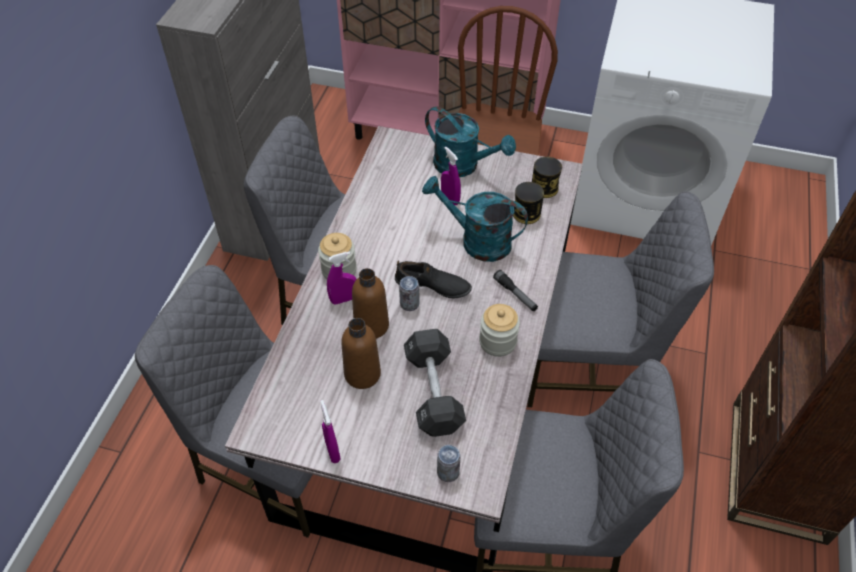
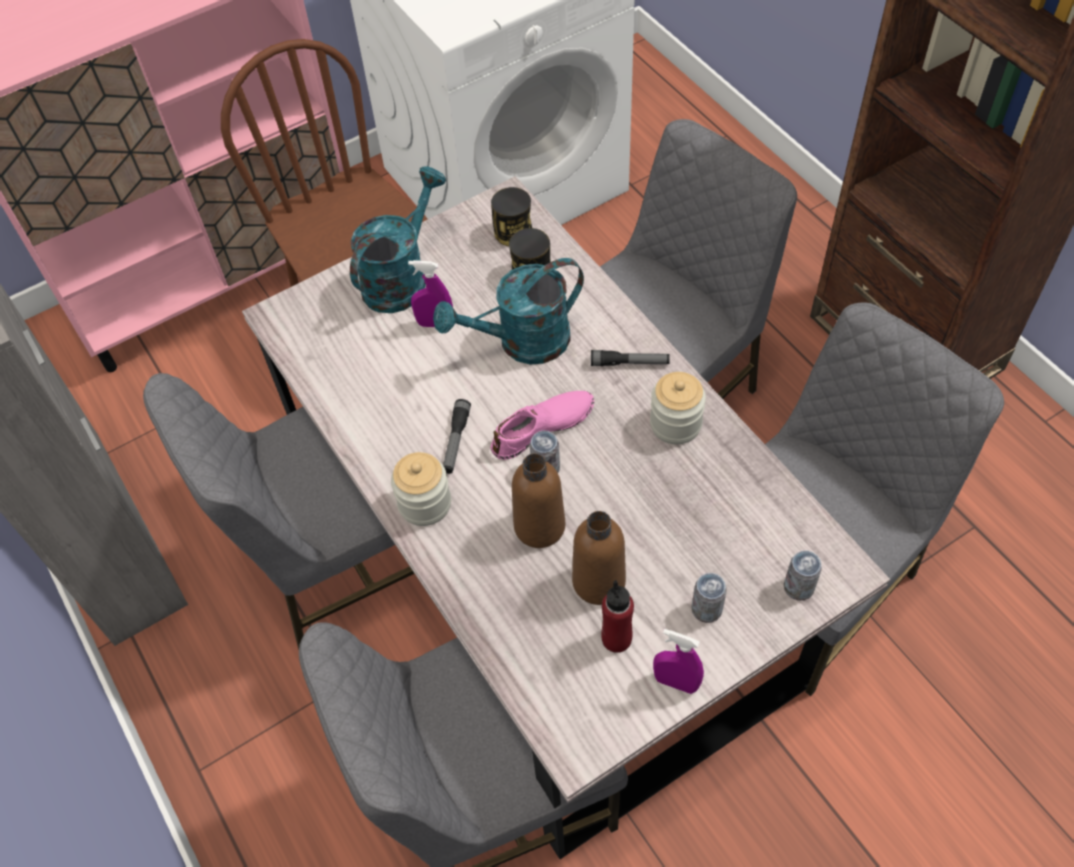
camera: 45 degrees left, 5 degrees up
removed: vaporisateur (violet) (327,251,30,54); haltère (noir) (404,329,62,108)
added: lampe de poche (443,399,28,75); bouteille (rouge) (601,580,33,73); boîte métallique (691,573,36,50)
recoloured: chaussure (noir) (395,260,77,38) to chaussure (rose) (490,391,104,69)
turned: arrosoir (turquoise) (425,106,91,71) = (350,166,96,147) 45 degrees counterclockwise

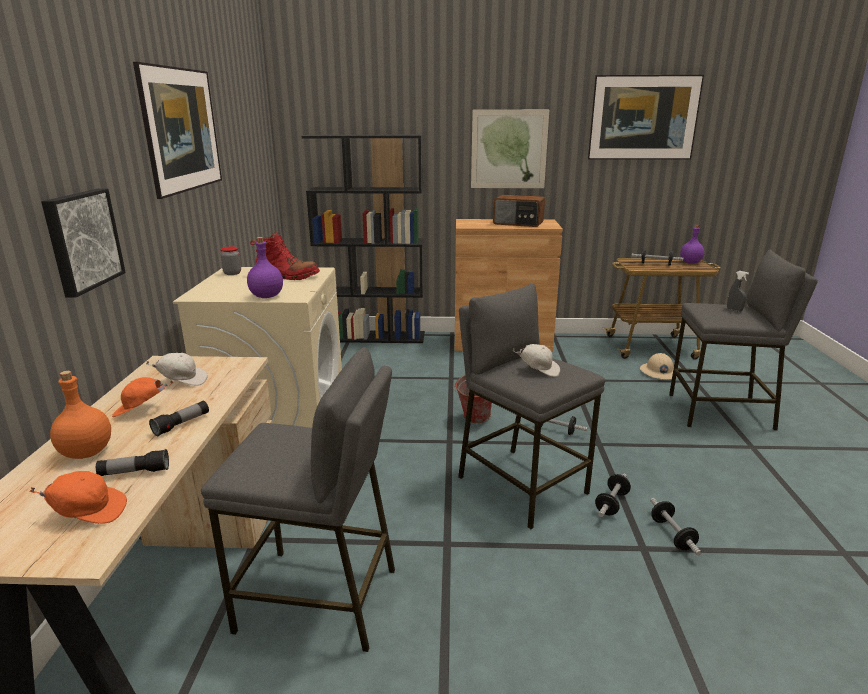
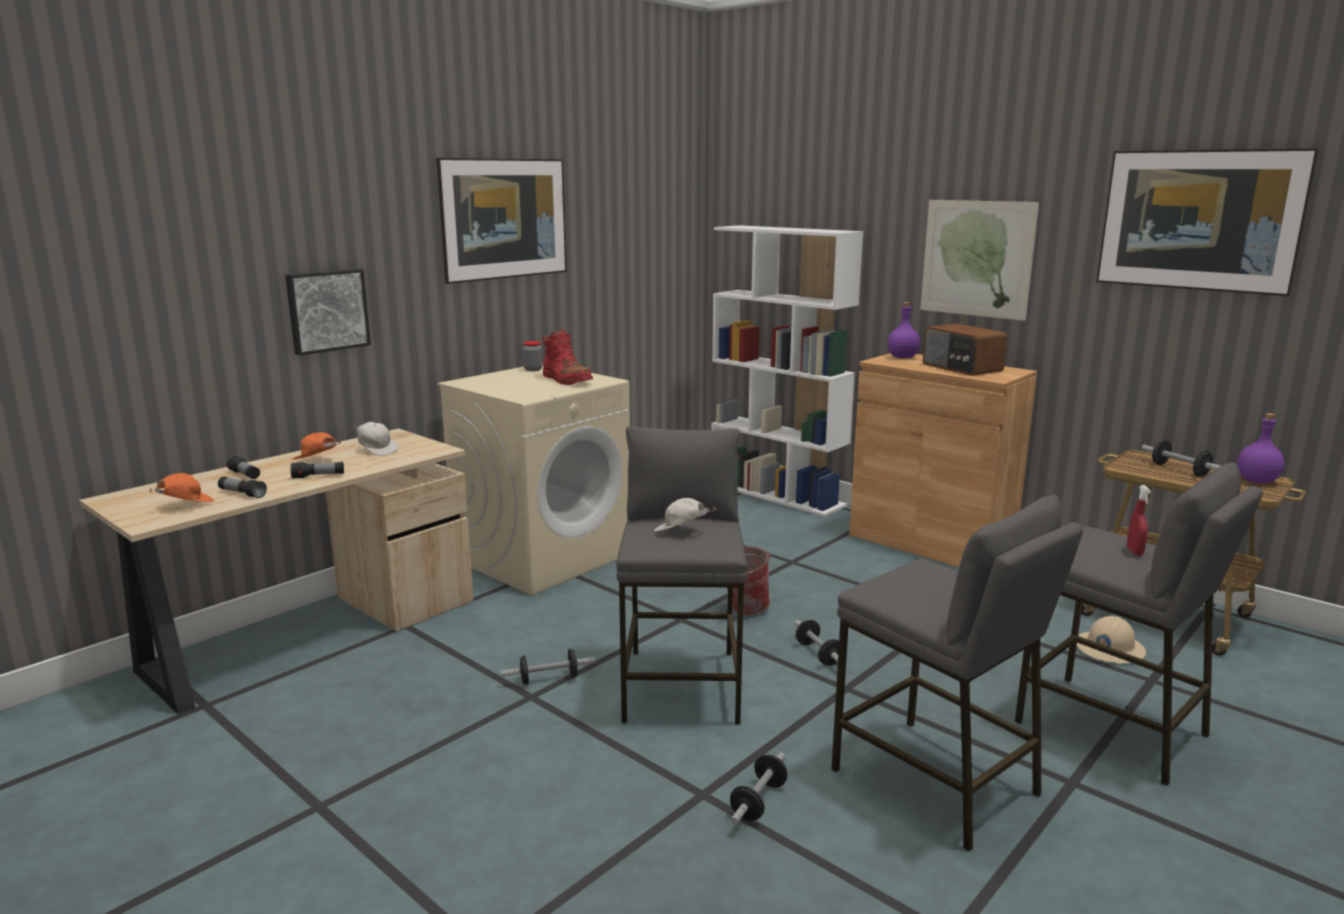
camera: 40 degrees right, 5 degrees down
moved: tabouret (gris) (201,347,194,305) to (831,495,252,357); bouteille (violet) (247,237,36,61) to (888,302,32,56); haltère (595,474,36,43) to (501,649,94,36)
replaced: bouteille (orange) (50,371,61,88) to lampe de poche (226,455,34,24)
recoloured: bibliothèque (noir) (302,134,123,209) to bibliothèque (blanc) (711,225,152,292); vaporisateur (gris) (727,271,22,41) to vaporisateur (rouge) (1127,485,24,71)
turned: casquette (orange) (29,471,98,53) = (149,473,65,29) 90 degrees counterclockwise; casquette (blanc) (512,344,48,33) = (654,498,62,34) 135 degrees clockwise

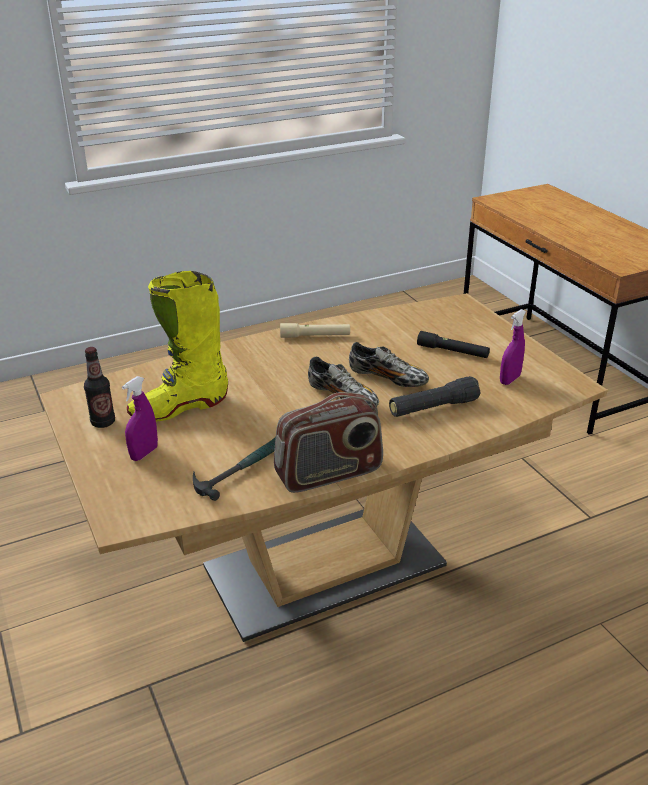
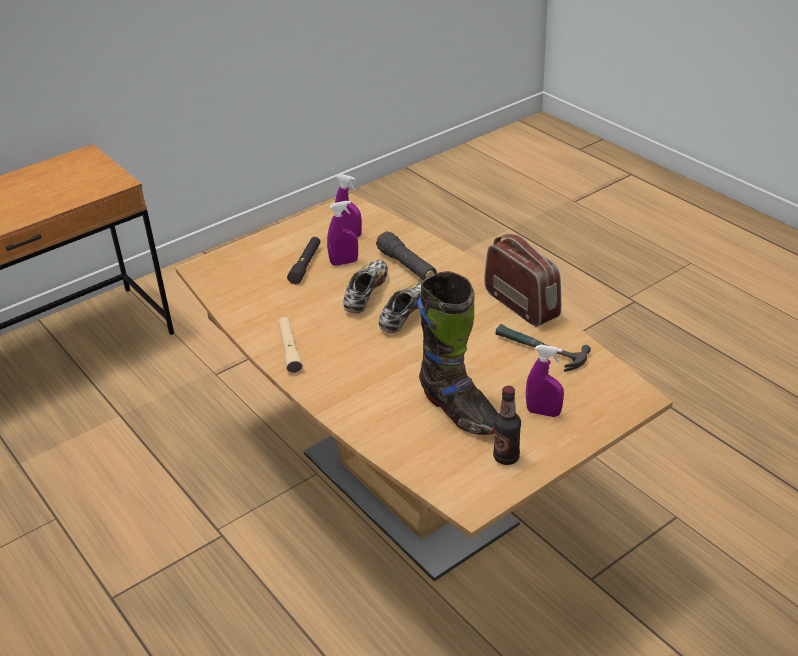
camera: 100 degrees left, 5 degrees up
added: vaporisateur (violet) (327,201,31,65)
recoloured: botte (jaune) (127,271,101,150) to botte (noir) (418,271,80,164)

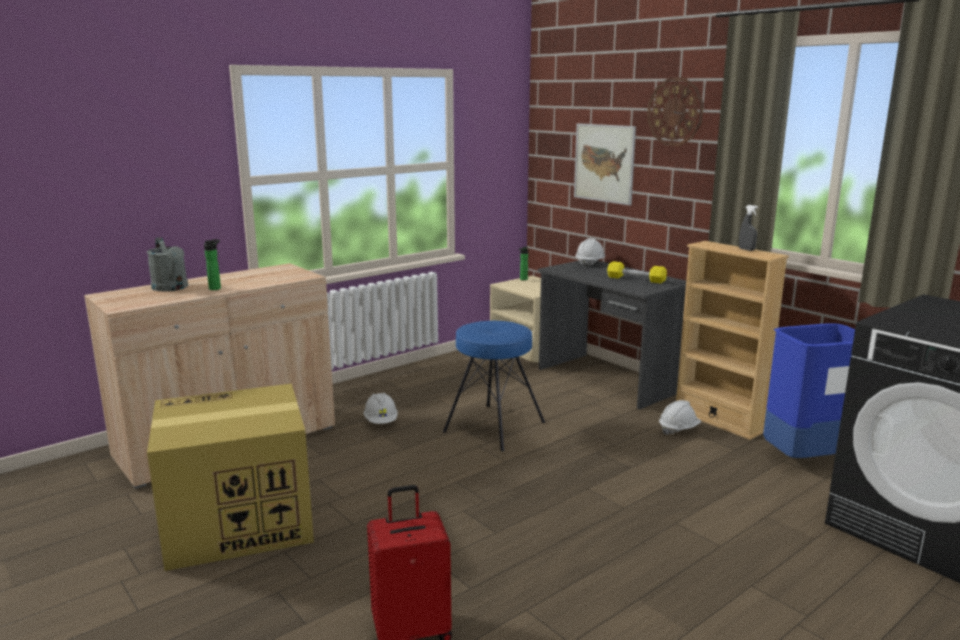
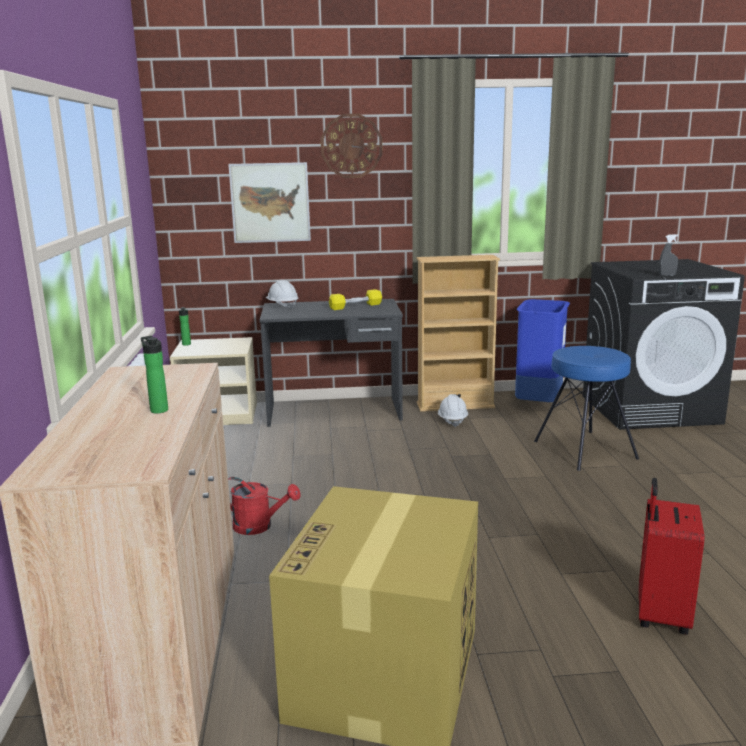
camera: 55 degrees left, 0 degrees up
removed: arrosoir (gris) (147,237,41,54)
moved: tabouret (bleu) (443,321,102,130) to (534,346,105,125); vaporisateur (gris) (739,205,19,46) to (659,234,20,42)
replaced: casque de chantier (blanc) (363,393,35,31) to arrosoir (rouge) (228,477,73,58)

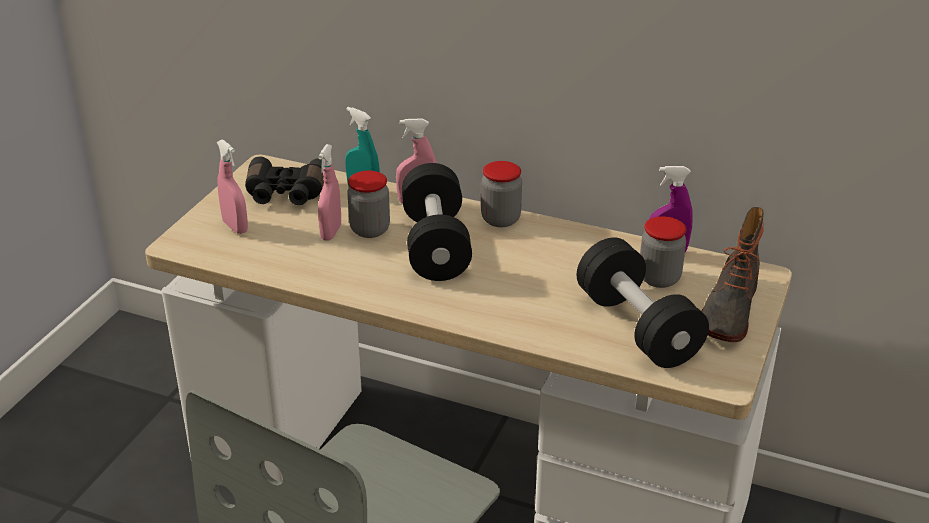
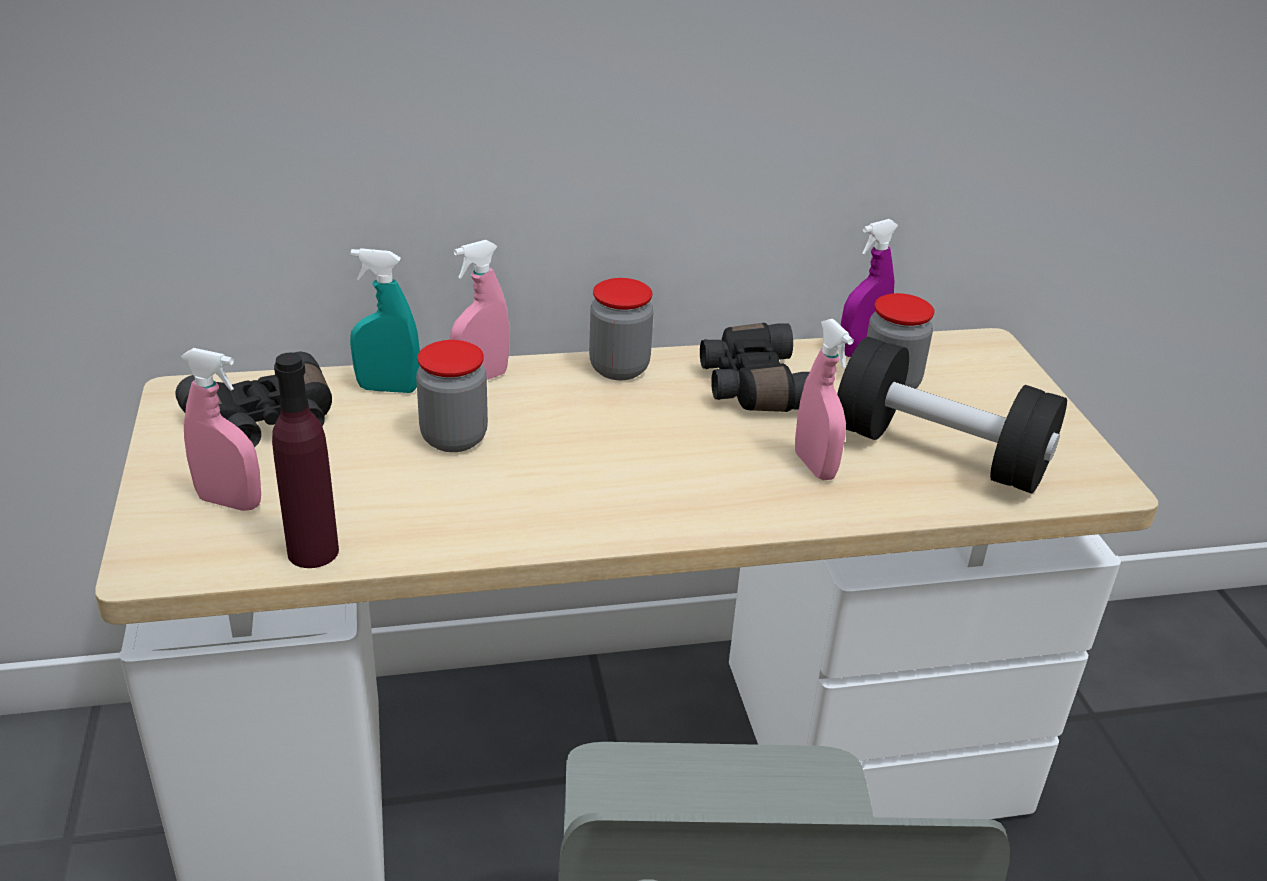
camera: 35 degrees left, 0 degrees up
removed: haltère (noir) (402,163,70,118); botte (701,207,63,135)
added: bouteille (violet) (272,352,67,216); jumelles (noir) (700,323,110,89)
moved: vaporisateur (rose) (318,144,23,97) to (795,319,59,161)

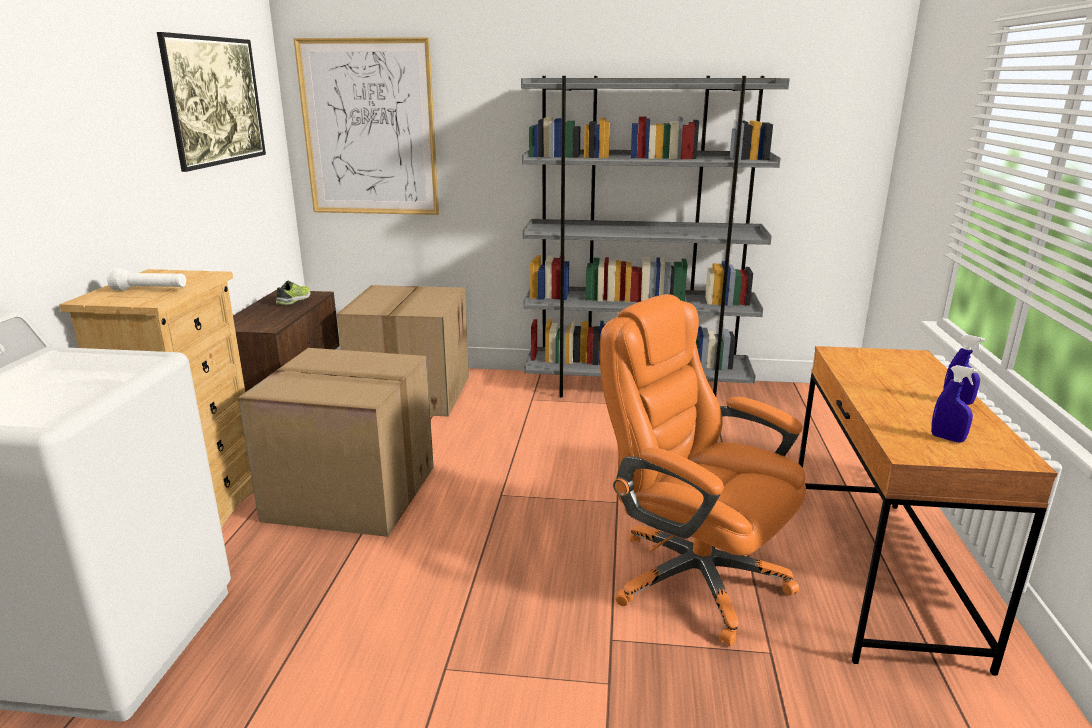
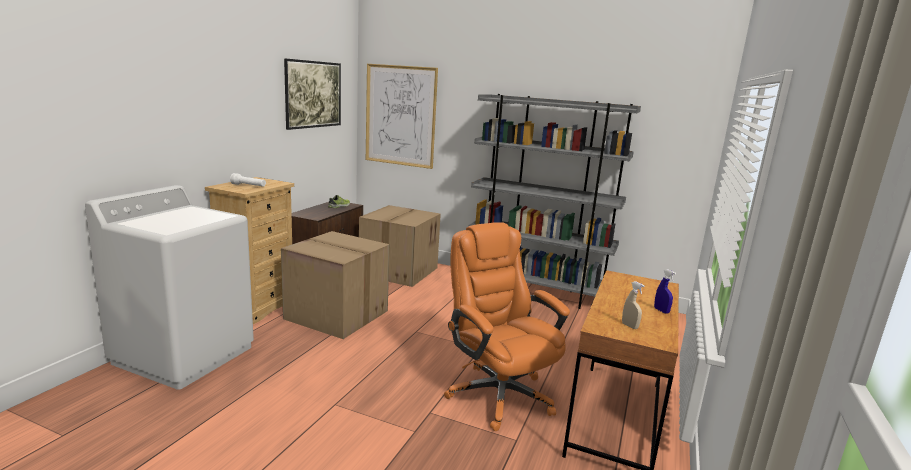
camera: 15 degrees right, 5 degrees down
recoloured: vaporisateur (bleu) (931,365,48,78) to vaporisateur (beige) (622,281,23,48)

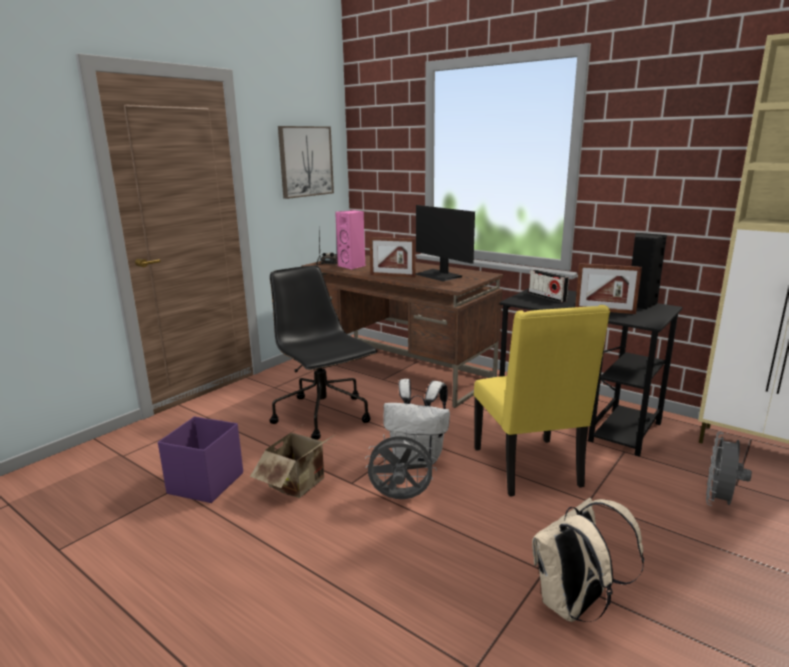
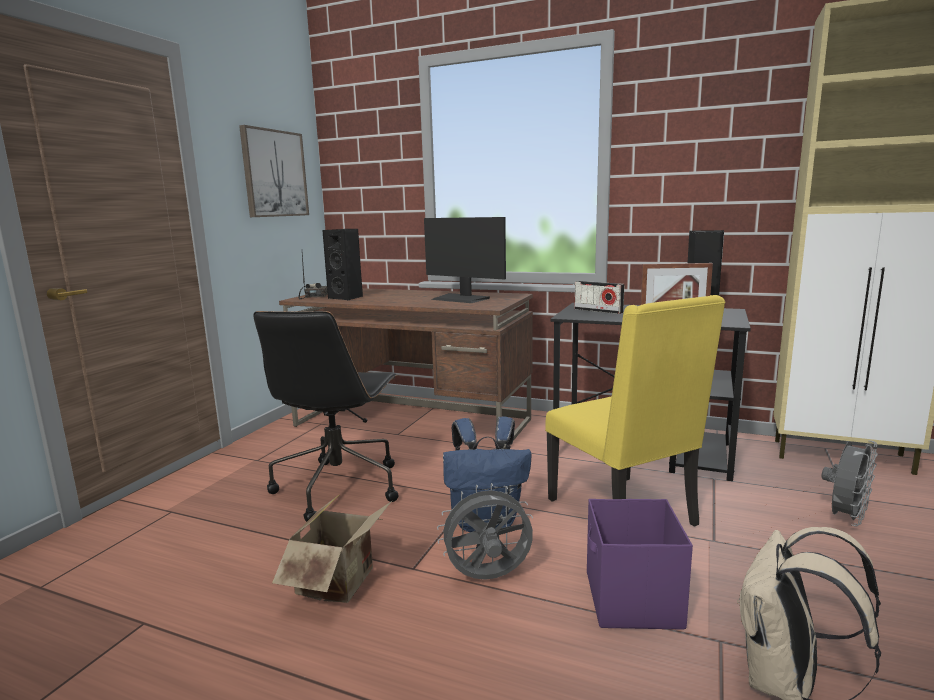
camera: 15 degrees left, 5 degrees down
removed: cadre photo (369,237,47,41)
moved: boîte de rangement (violet) (158,416,85,87) to (587,499,106,131)
recoloured: enceinte (rose) (335,210,30,60) to enceinte (noir) (322,229,41,71); sac à dos (blanc) (383,379,67,86) to sac à dos (bleu) (443,416,89,116)
turned: chaise de bureau (noir) (269,265,109,175) = (253,311,146,211) 120 degrees counterclockwise; ventilateur (gris) (706,431,46,75) = (821,440,57,86) 150 degrees counterclockwise

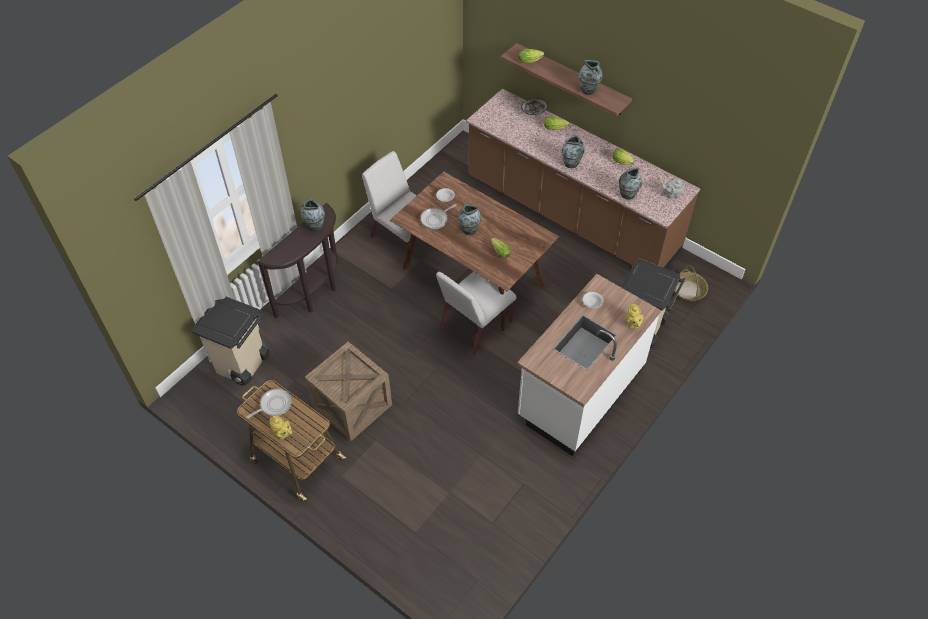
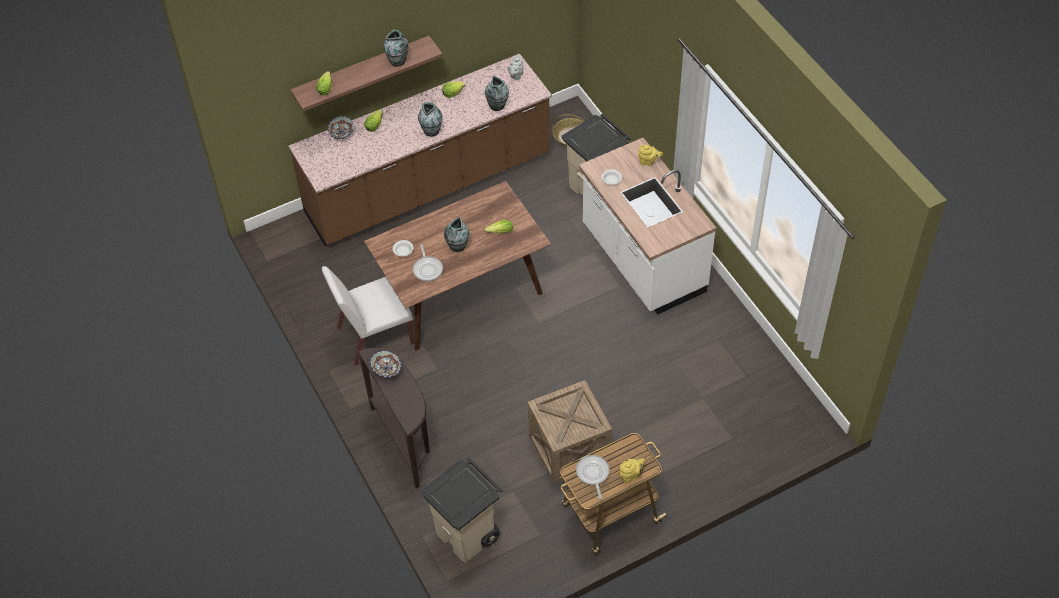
camera: 65 degrees left, 0 degrees up
removed: chaise (blanc) (436,271,80,85)
replaced: vase (301,199,24,32) to bol (370,351,32,27)

